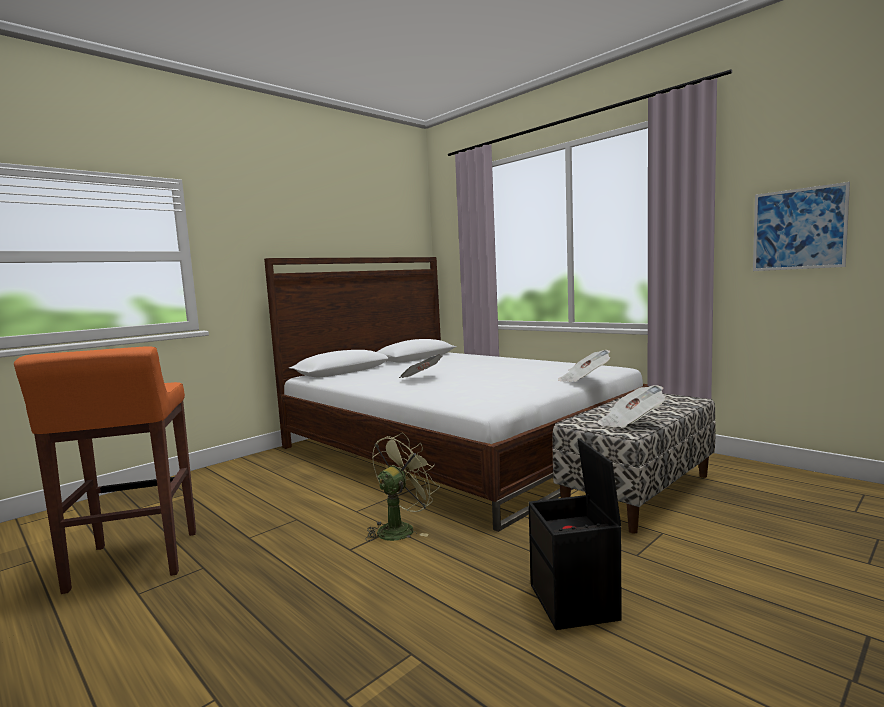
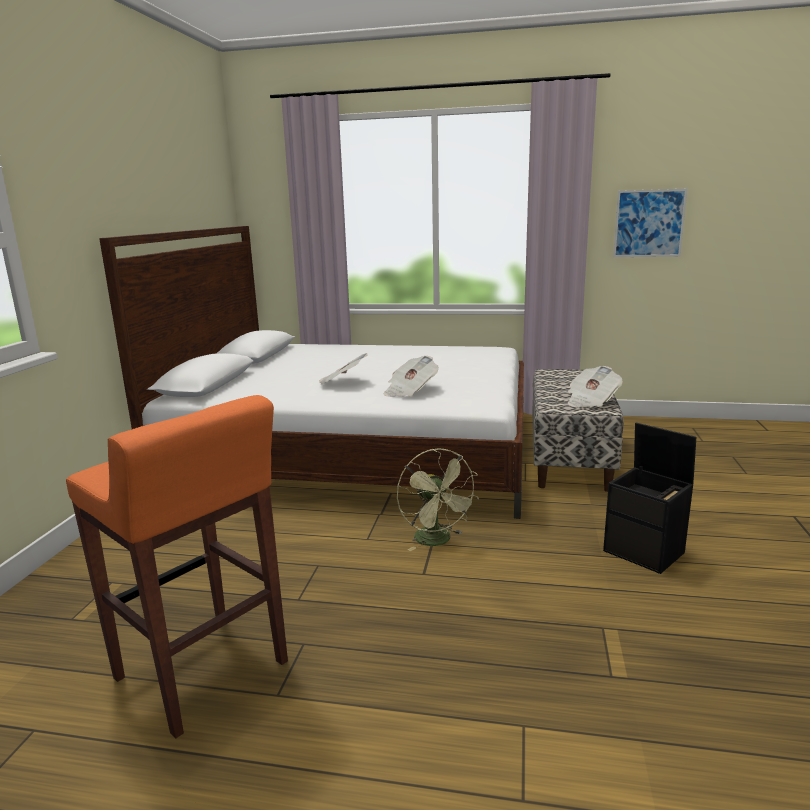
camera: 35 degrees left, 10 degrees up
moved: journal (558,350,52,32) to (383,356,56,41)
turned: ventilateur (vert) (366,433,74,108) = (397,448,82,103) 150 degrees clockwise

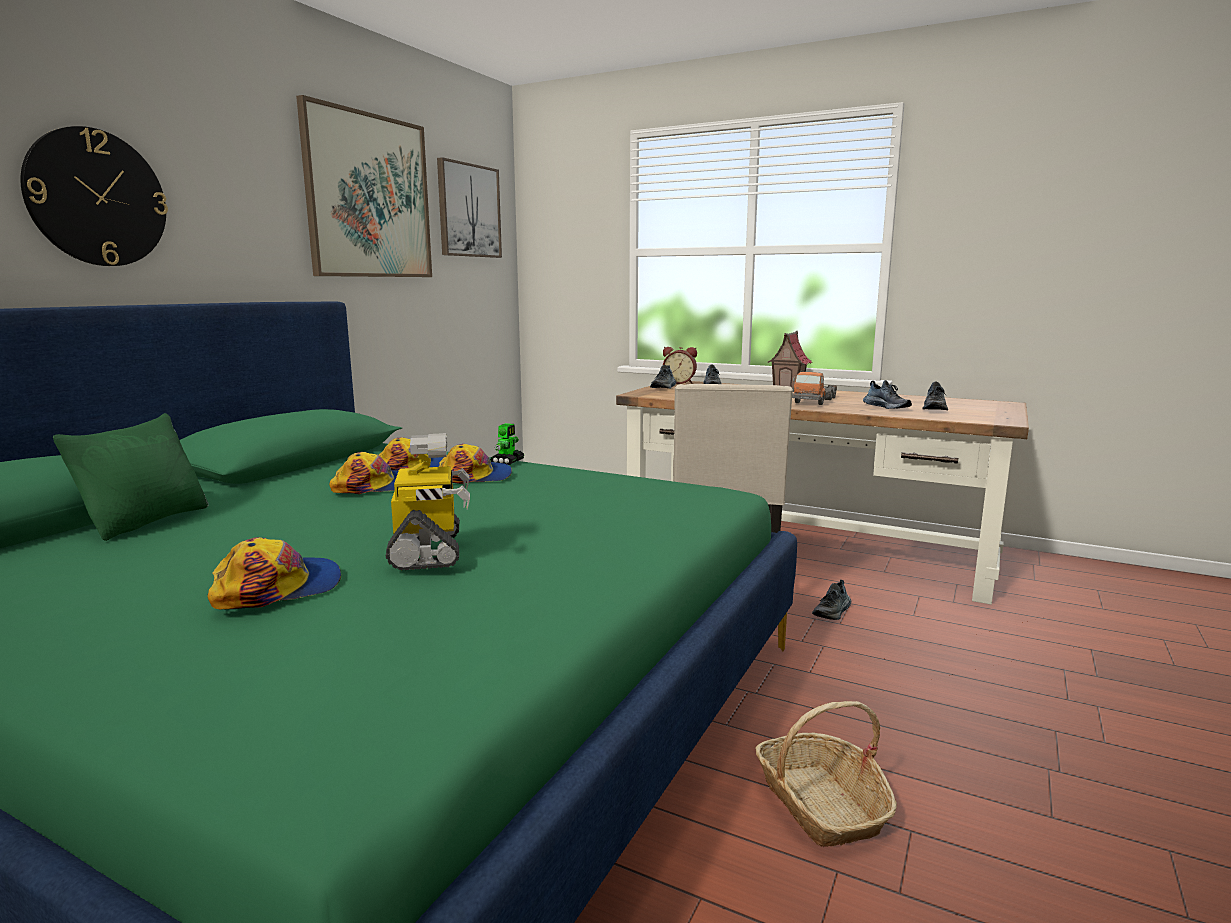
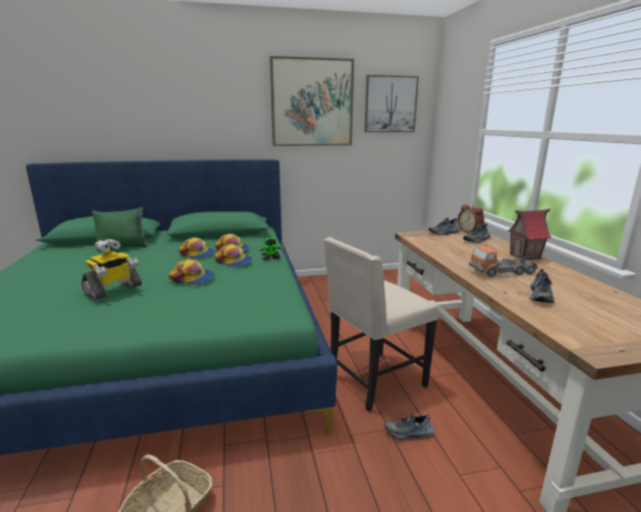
camera: 50 degrees right, 5 degrees up
removed: horloge murale (20,126,148,140); chaussure (922,381,26,29)
moved: casquette (207,537,134,72) to (169,259,46,26)

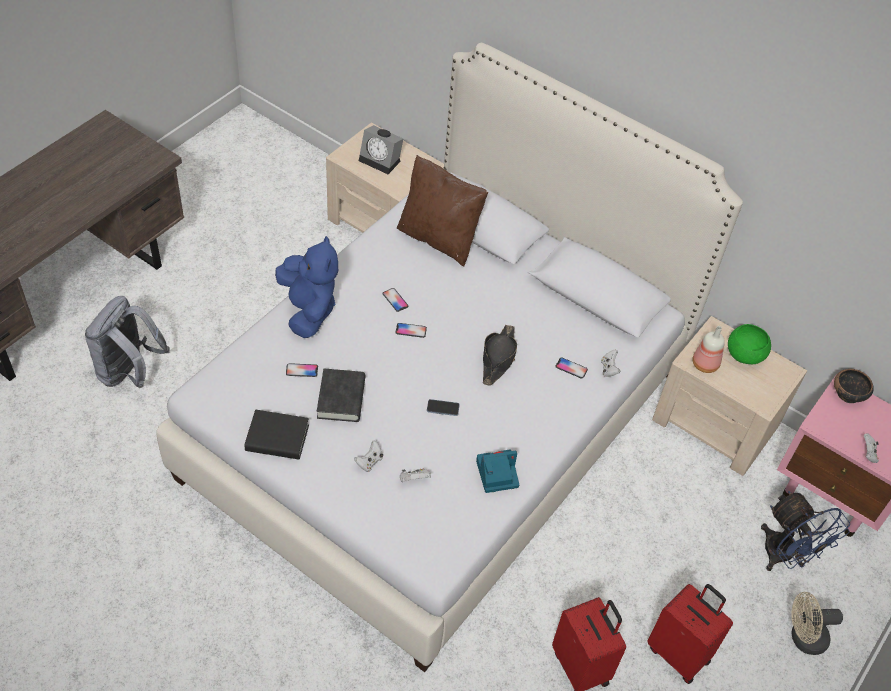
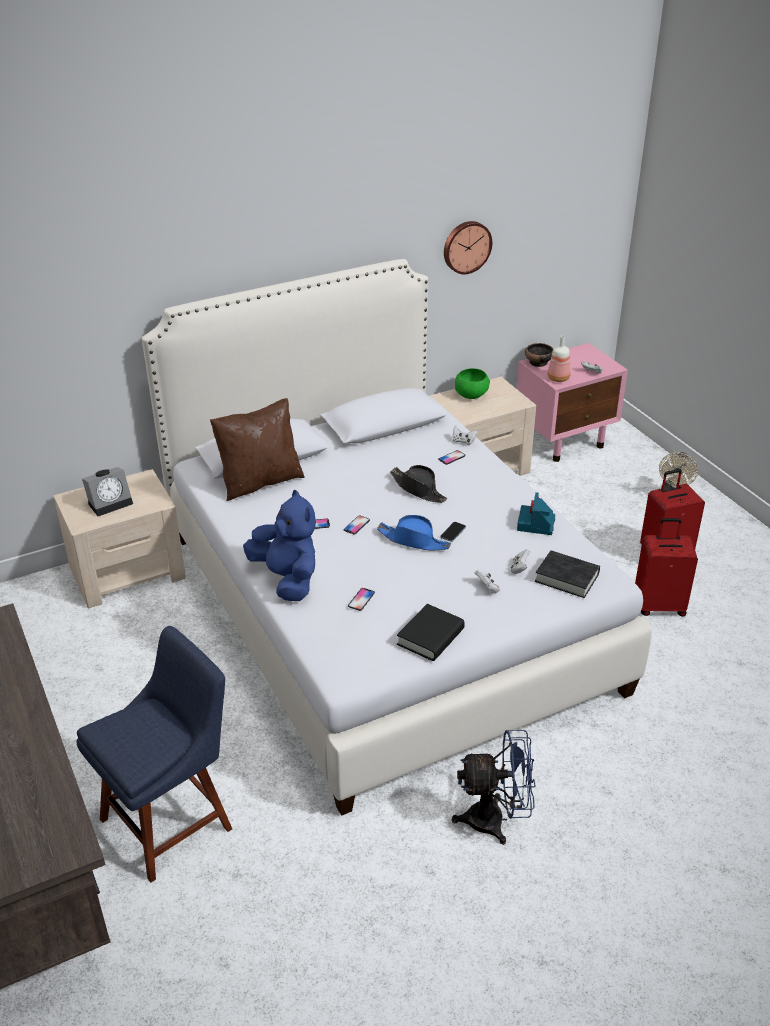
camera: 60 degrees left, 15 degrees down
added: chapeau (bleu) (377,515,74,35); horloge murale (444,221,48,53)
moved: livre (noir) (317,368,48,54) to (535,551,65,47); bouteille (692,326,33,47) to (547,336,24,46); ventilateur (bleu) (761,491,89,80) to (452,730,84,115)
replaced: sac à dos (gris) (85,296,85,92) to chaise (bleu) (76,626,156,257)
turned: peluche (bleu) (275,236,63,102) = (243,490,73,111) 45 degrees clockwise

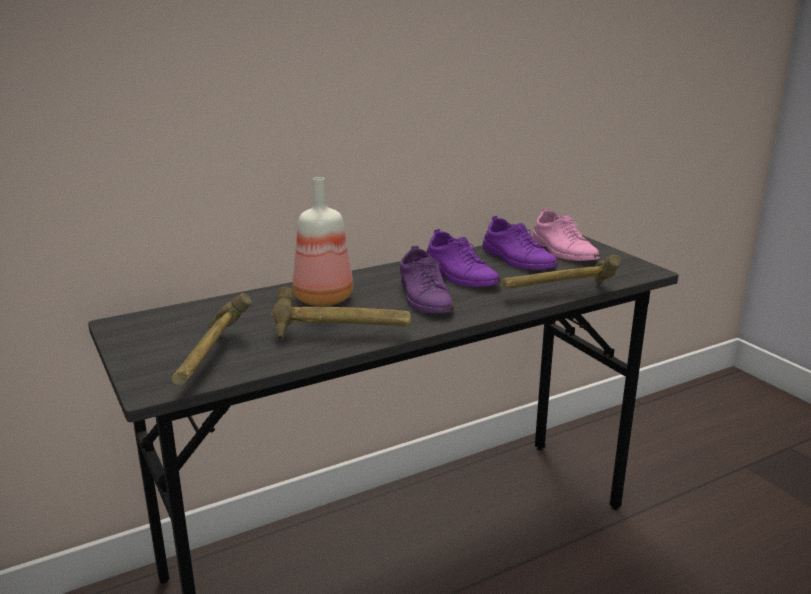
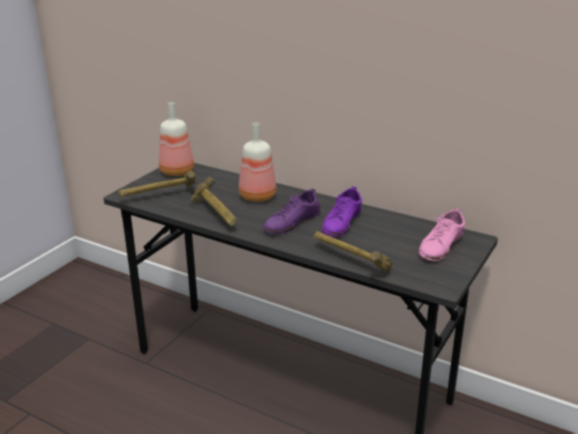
camera: 60 degrees right, 5 degrees up
removed: chaussure (violet) (482,216,76,54)
added: bouteille (159,102,35,74)

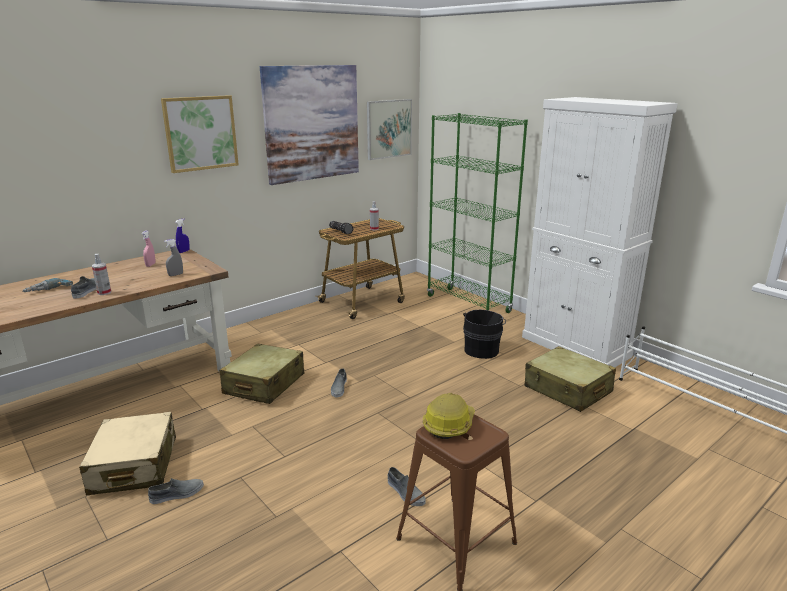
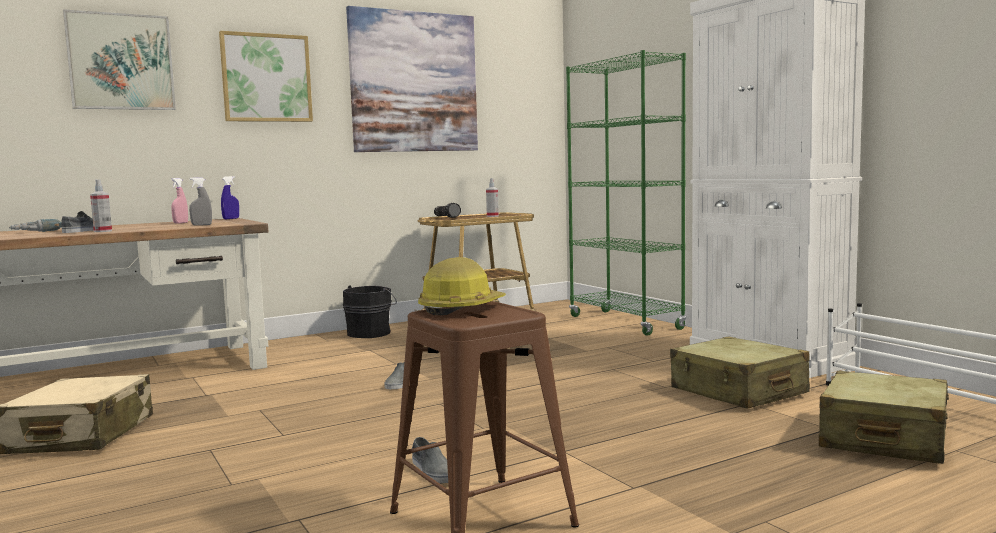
camera: 10 degrees right, 15 degrees down
removed: chaussure (gris) (148,478,56,26)
moved: valise (beige) (219,343,85,61) to (819,371,130,93); tableau (367,99,45,61) to (63,9,113,101); seau (noir) (463,310,43,49) to (343,285,54,53)

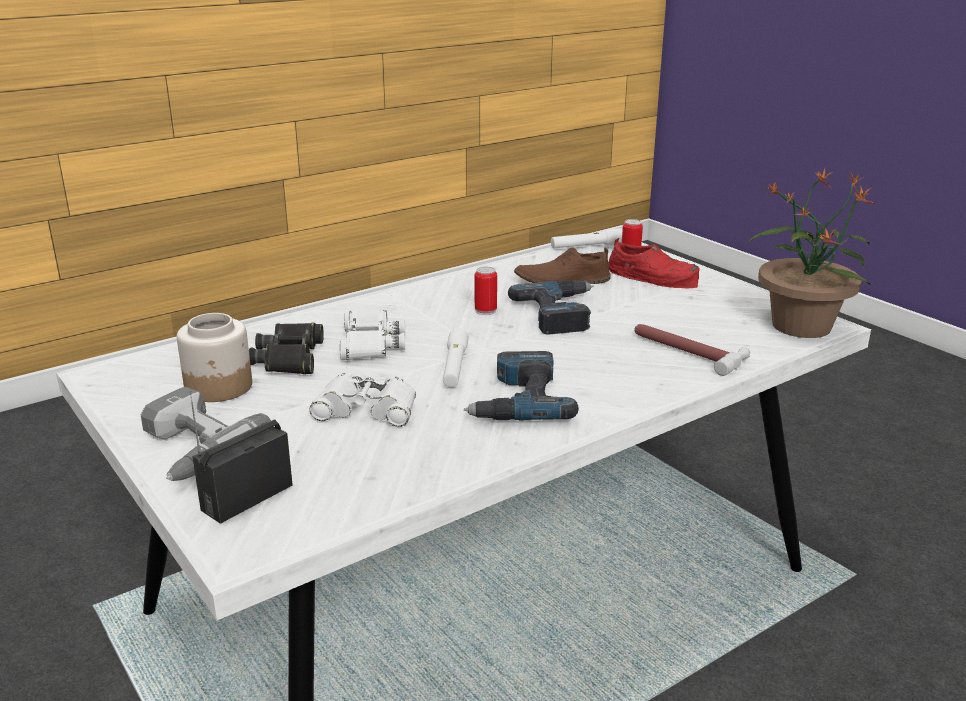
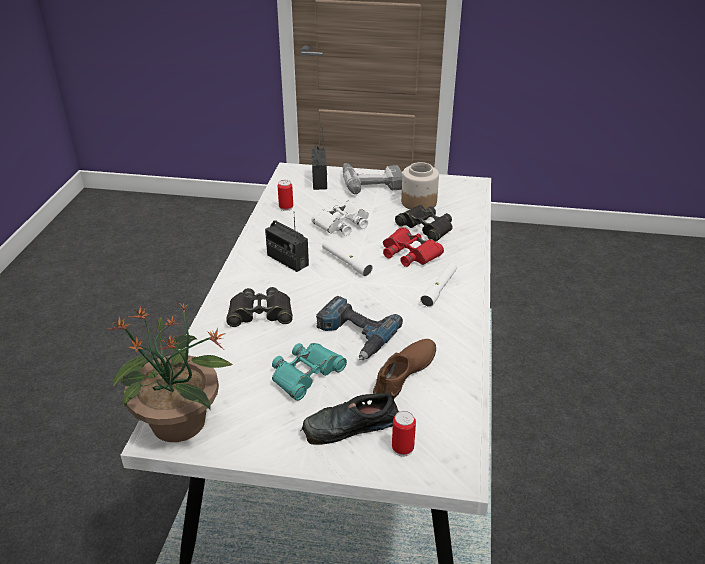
camera: 135 degrees right, 10 degrees up
removed: marteau (634,324,116,52)
added: jumelles (noir) (226,287,67,40); jumelles (turquoise) (272,343,75,58)
moved: boîte métallique (475,267,22,48) to (278,180,15,31); lampe de poche (blanc) (551,228,72,21) to (420,263,37,45)
replaced: perceuse (464,351,115,69) to radio (265,217,44,55)
recoloured: jumelles (blanc) (340,310,65,50) to jumelles (rouge) (383,227,61,40); chaussure (rouge) (608,238,92,51) to chaussure (noir) (301,392,98,53)

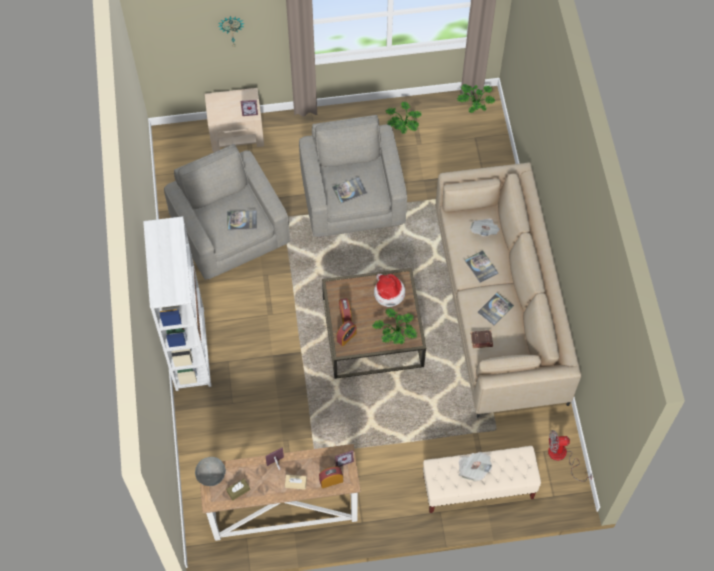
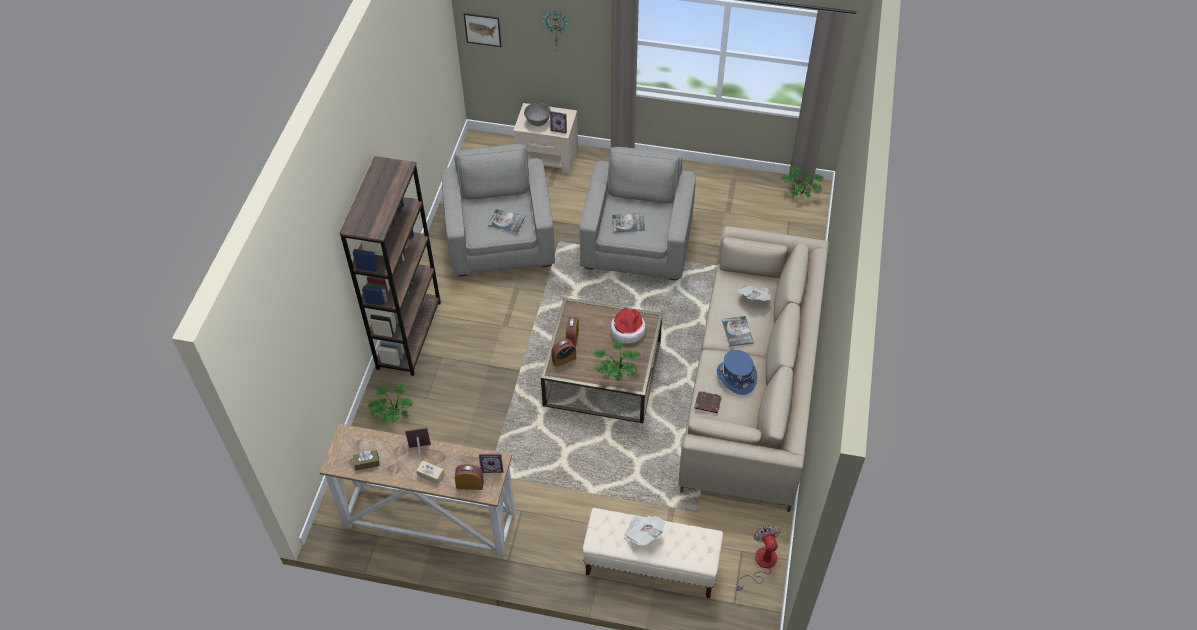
camera: 20 degrees right, 10 degrees down
added: tableau (464,13,37,34)
moved: bol (gris) (195,457,31,29) to (524,103,27,23); plante en pot (386,102,36,32) to (368,384,45,40)
replaced: livre (477,292,37,34) to chapeau (bleu) (717,350,40,45)
recoloured: bibliothèque (blanc) (143,216,69,175) to bibliothèque (marron) (339,156,102,220)
turned: ventilateur (548,430,44,52) = (737,525,44,66) 60 degrees clockwise

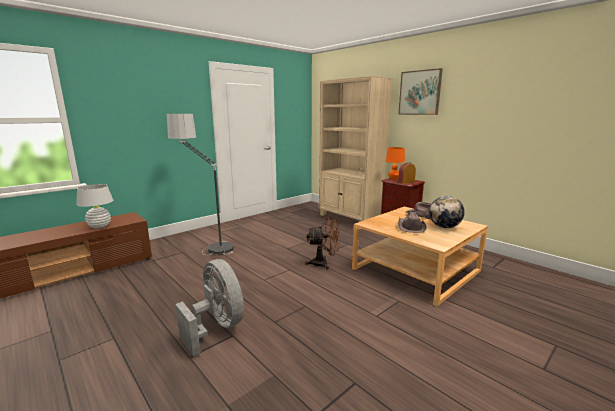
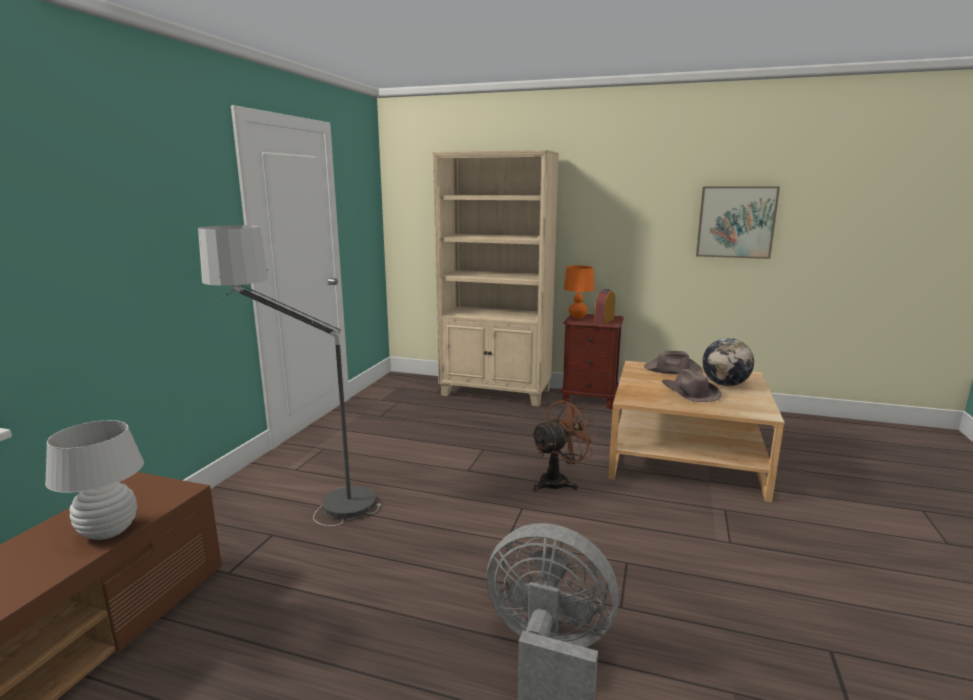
camera: 30 degrees left, 0 degrees up
moved: tableau (398,68,45,47) to (696,186,84,73)

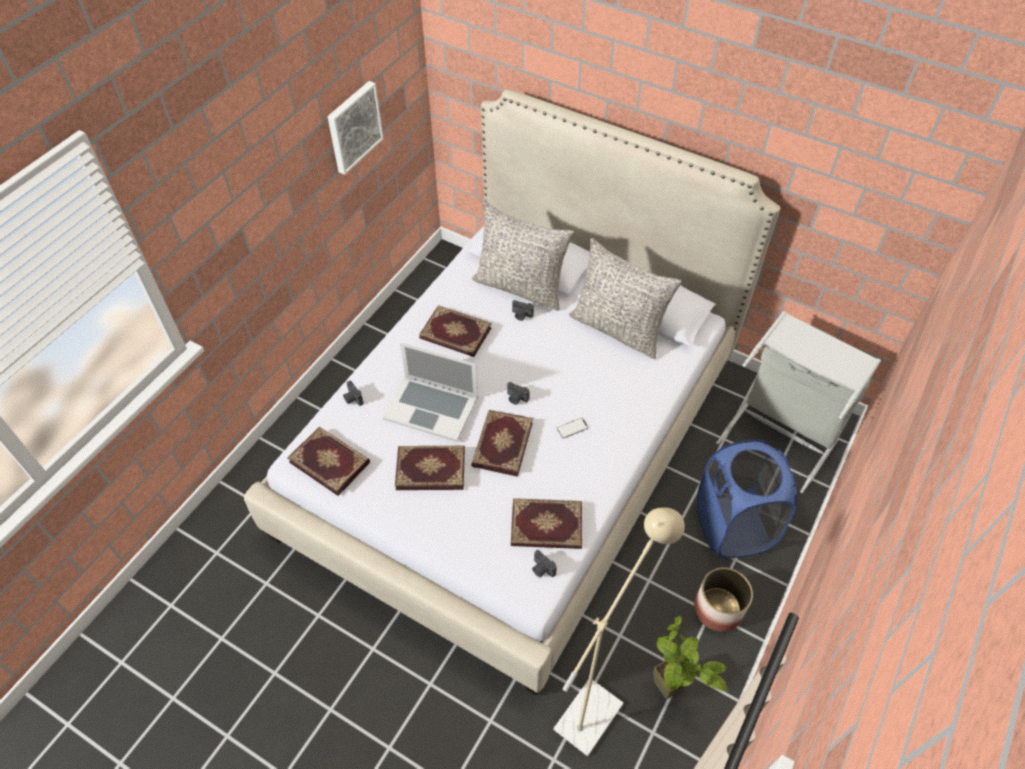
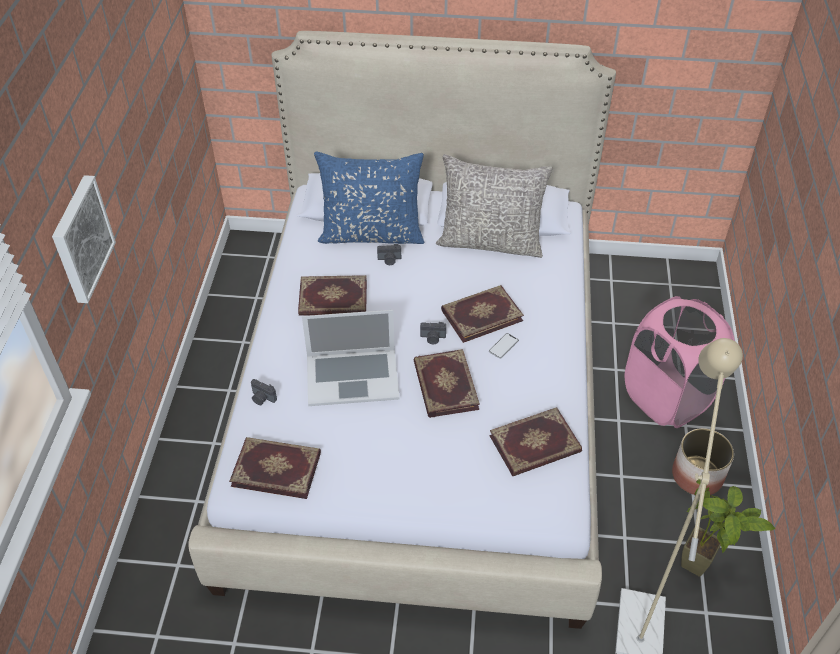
camera: 25 degrees left, 5 degrees down
removed: appareil photo (532,550,25,28); panier à linge (gris) (716,311,165,182)
moved: tableau (327,81,57,94) to (52,175,64,128); livre (395,446,70,44) to (441,285,83,58)
recoloured: coussin (gris) (472,201,102,110) to coussin (bleu) (314,151,110,93); panier à linge (bleu) (697,440,100,119) to panier à linge (rose) (624,296,111,132)

